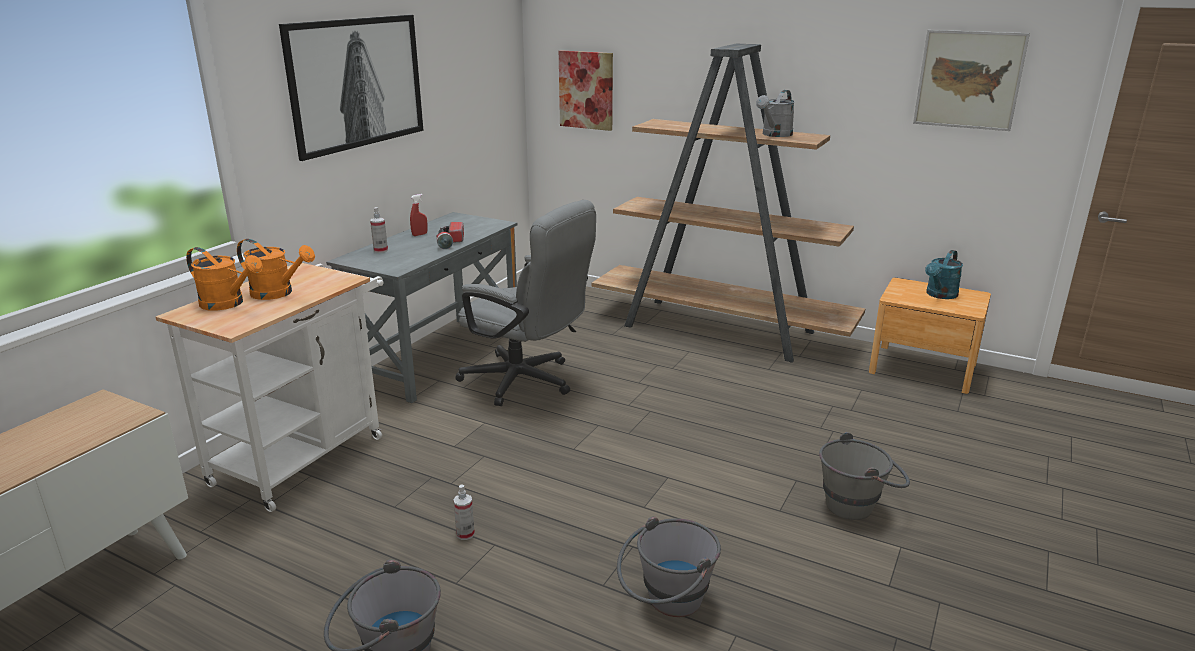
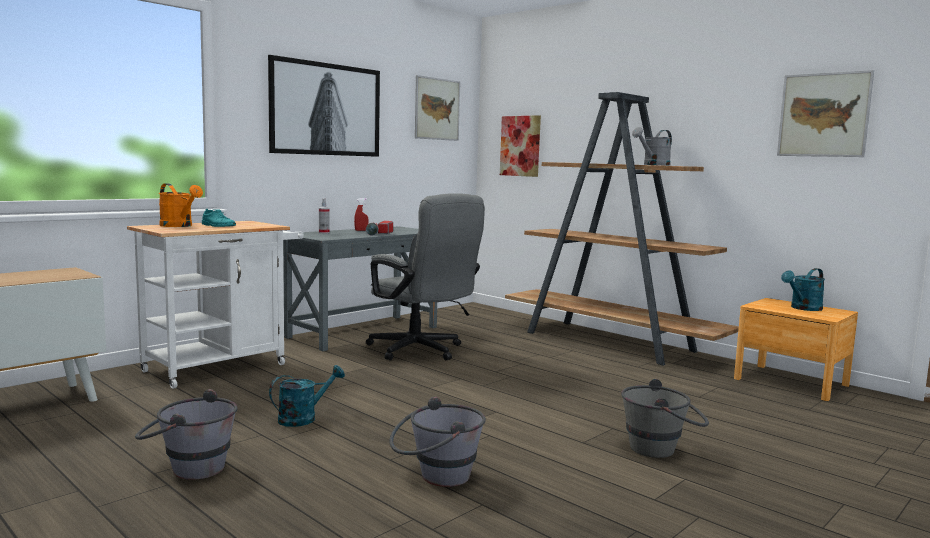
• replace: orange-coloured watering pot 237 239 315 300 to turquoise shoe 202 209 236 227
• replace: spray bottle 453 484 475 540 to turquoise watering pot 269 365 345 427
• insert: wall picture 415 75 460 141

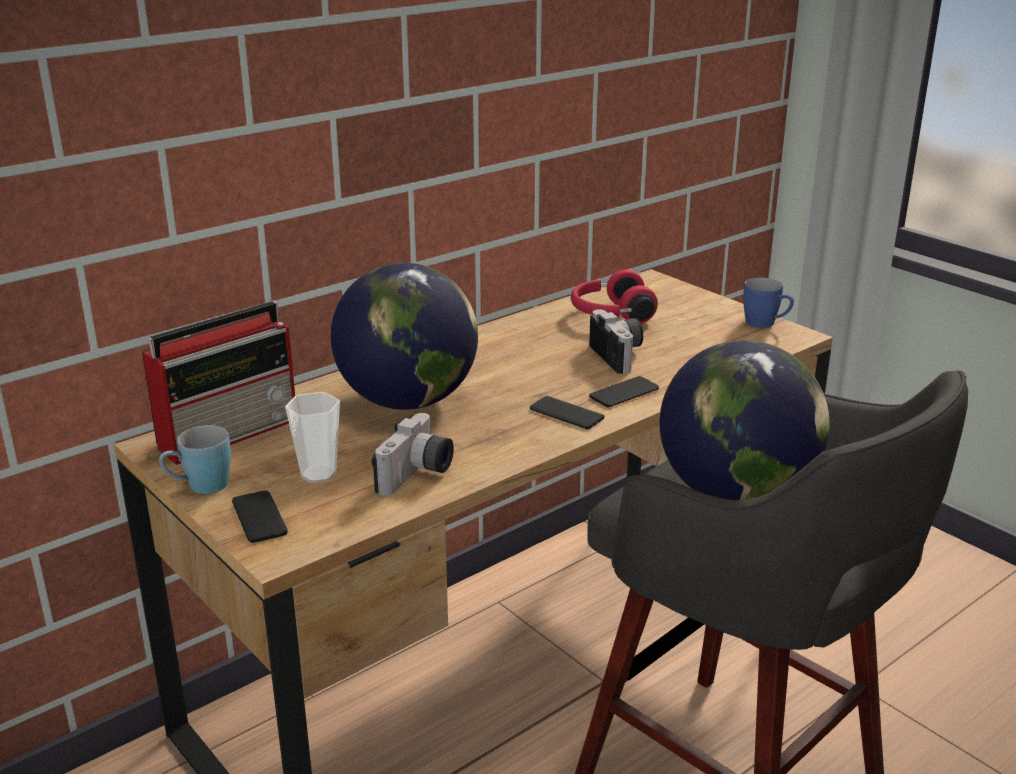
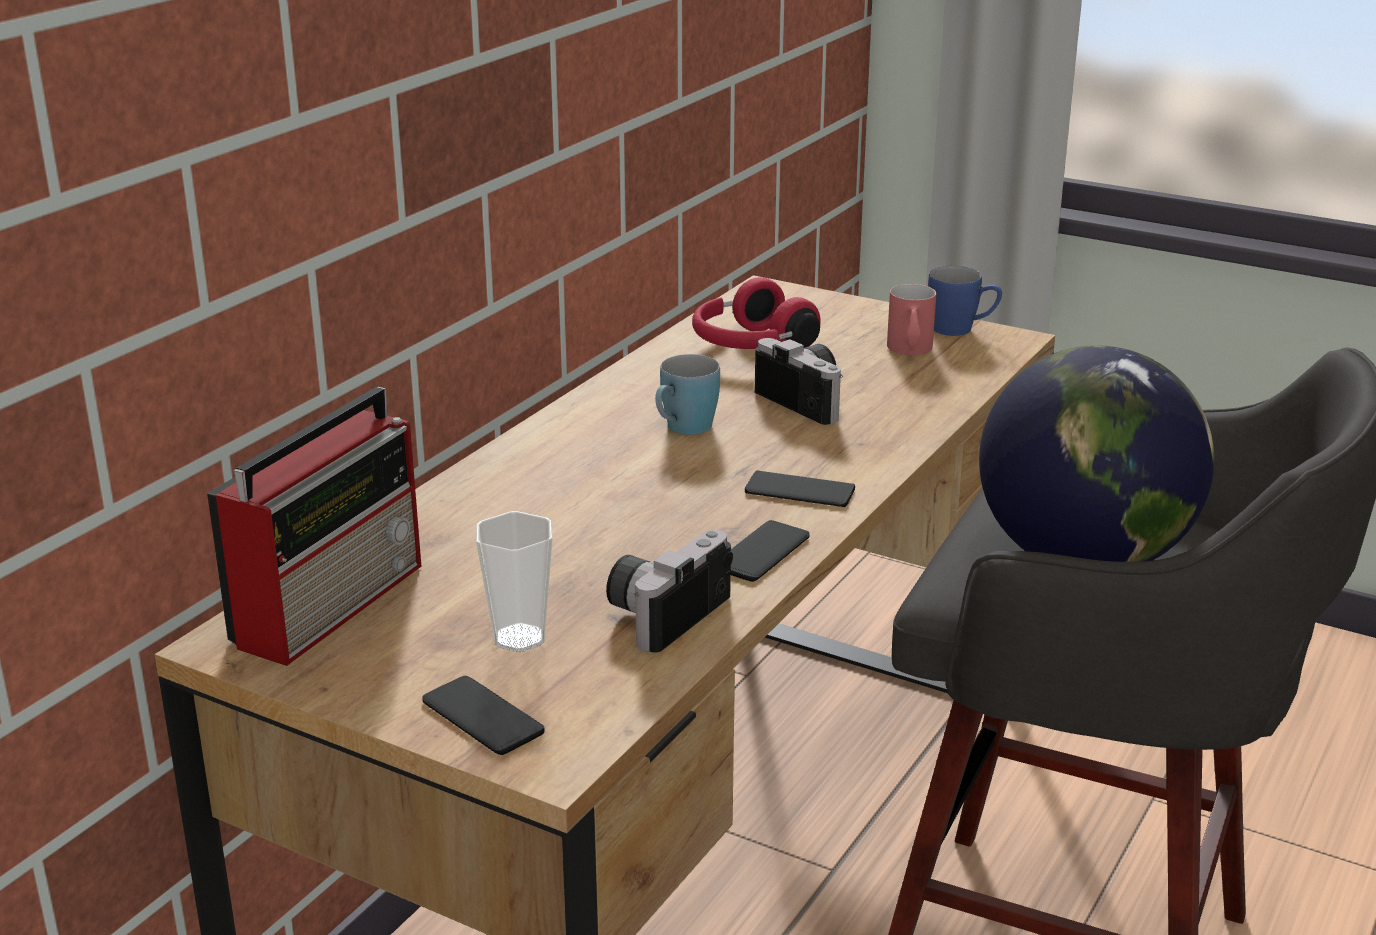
• move: blue-coloured mug 159 425 231 494 to 655 354 720 435
• delete: globe 331 263 478 410
• rotate: photo camera 371 413 454 496 = 606 530 733 653 150 degrees counterclockwise
• move: telephone 589 376 659 407 to 731 520 810 582
• insert: red-coloured mug 887 284 936 355

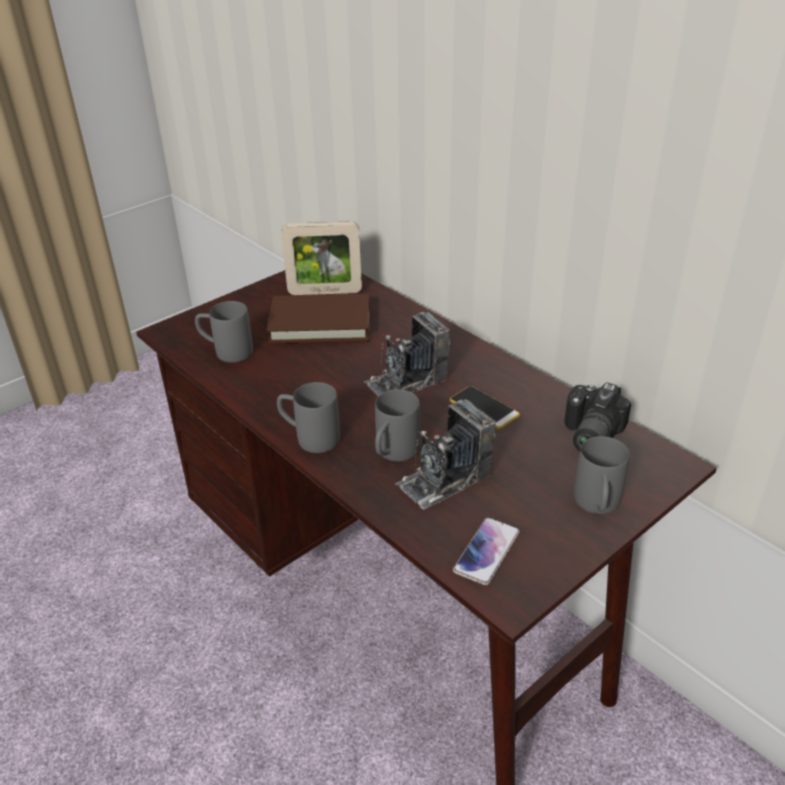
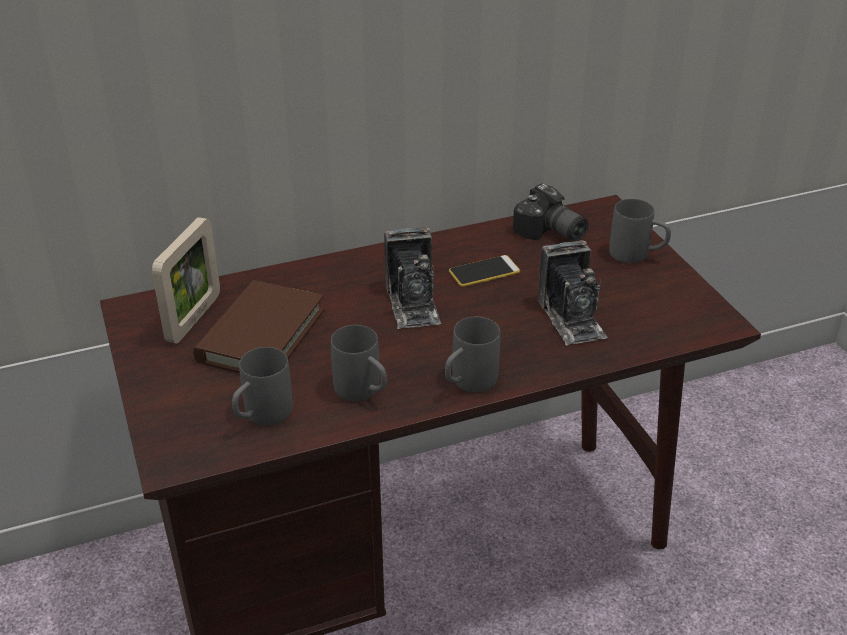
• move: gray mug 375 389 420 461 to 331 325 387 401
• delete: telephone 453 518 520 585

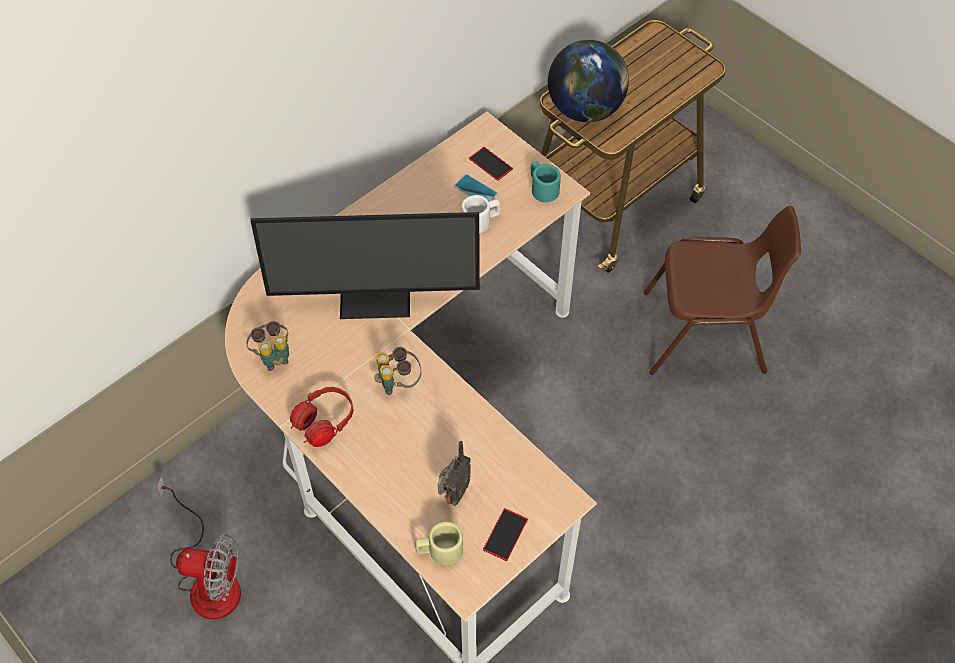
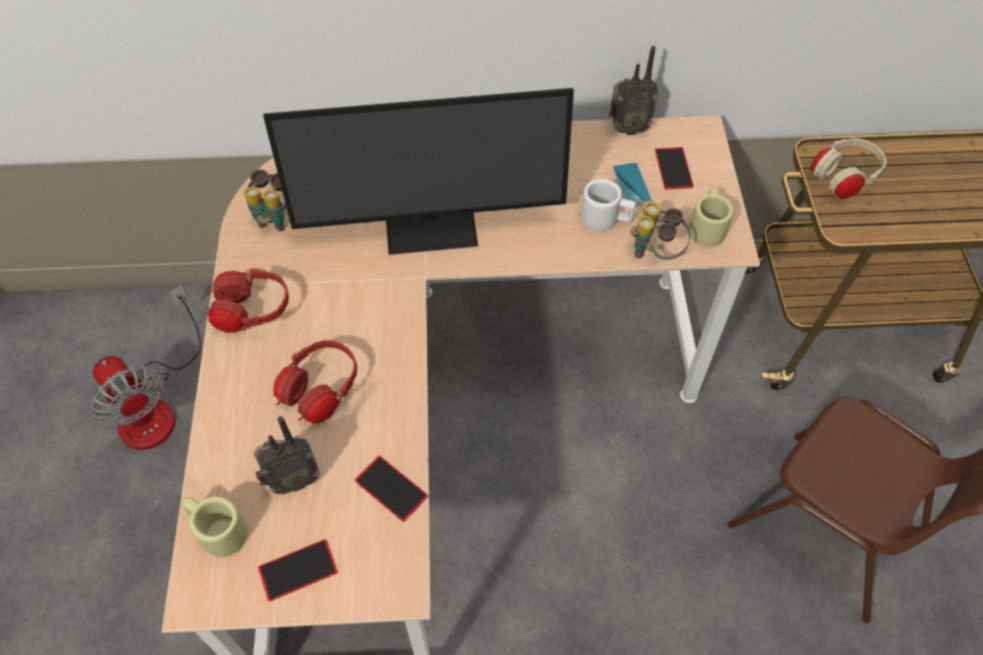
• rotate: computer screen 250 212 480 319 = 263 88 574 255 45 degrees counterclockwise
• move: field glasses 374 347 421 395 to 631 201 691 260
• recolor: turquoise mug 531 161 561 203 to beige mug 689 187 733 246
• replace: globe 548 40 629 122 to beige pair of headphones 811 138 887 199
• insert: red-coloured pair of headphones 273 340 357 424
• insert: telephone 355 456 428 522
• insert: radio receiver 609 46 658 135

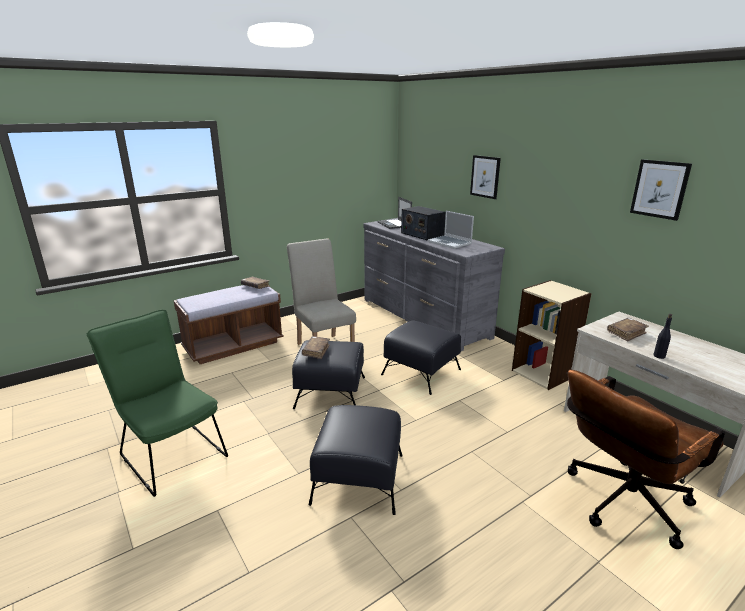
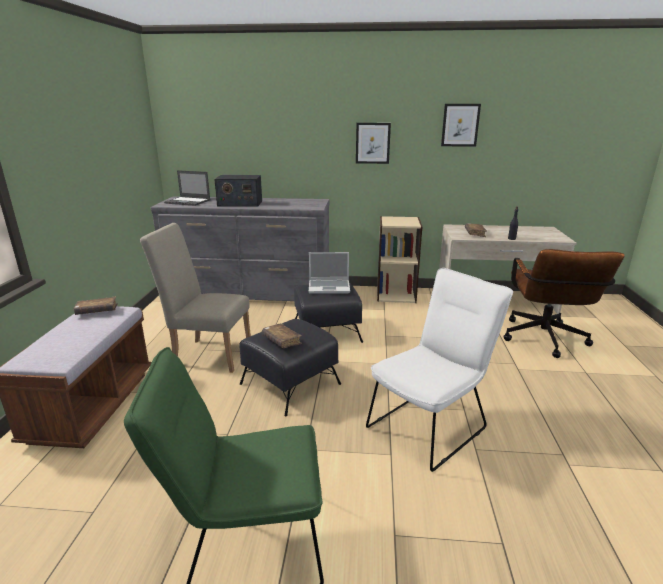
• replace: blackish ottoman 309 405 403 515 to white chair 366 268 513 472
• move: portable computer 428 211 474 249 to 309 252 350 294
• move: wall picture 470 155 501 199 to 356 123 391 164

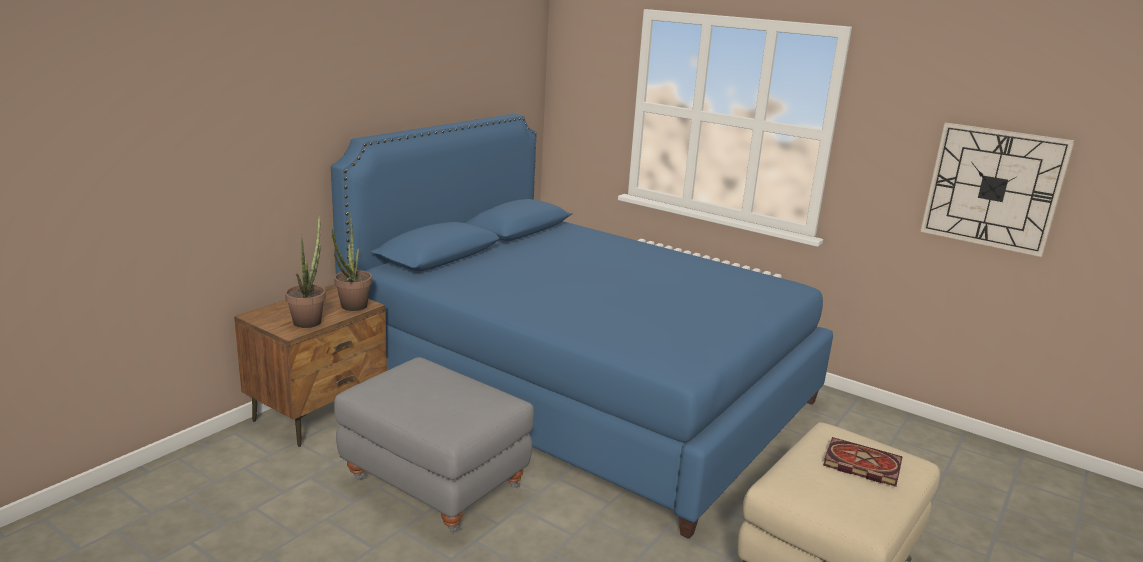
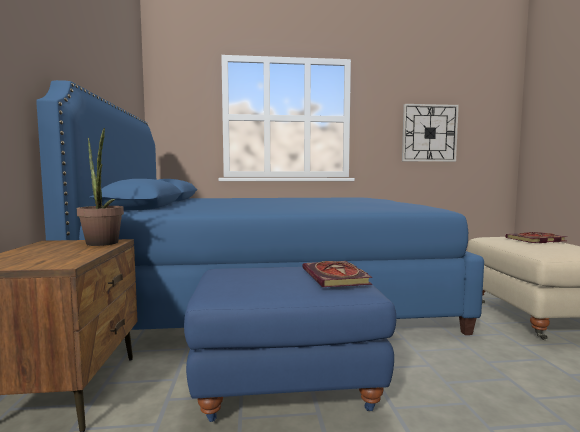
• delete: potted plant 285 214 326 328
• recolor: gray ottoman 334 357 534 533 to blue-coloured ottoman 184 267 396 422
• insert: book 303 261 372 287

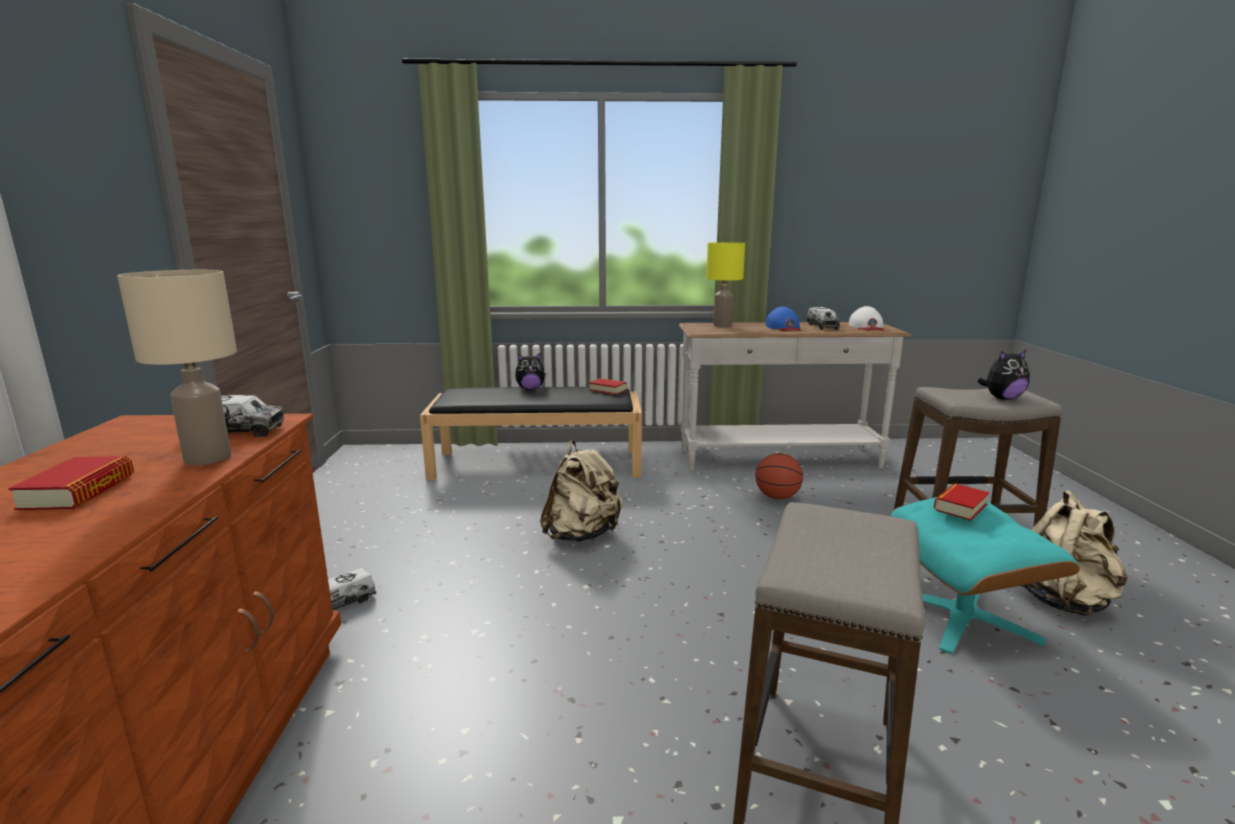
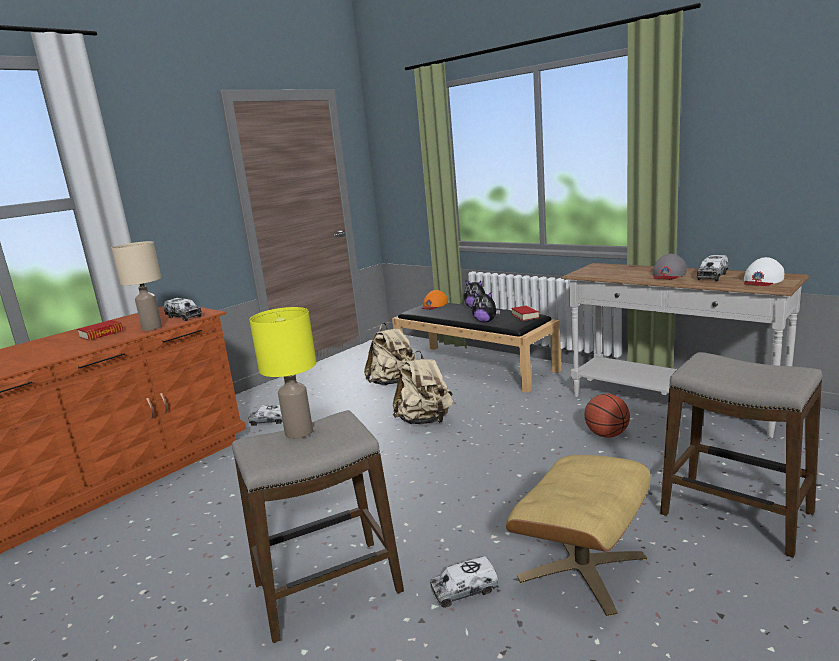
• move: yellow-coloured table lamp 706 242 745 327 to 249 307 316 439
• recolor: blue-coloured cap 766 307 801 331 to gray cap 652 254 687 279
• recolor: turquoise ottoman 890 497 1080 654 to beige ottoman 506 455 651 616
• delete: book 934 484 989 521
• move: plush toy 977 349 1030 400 to 472 292 500 323
• move: beige backpack 1021 490 1128 616 to 364 323 417 385
• insert: orange-coloured cap 421 290 448 309
• insert: toy truck 430 556 499 608

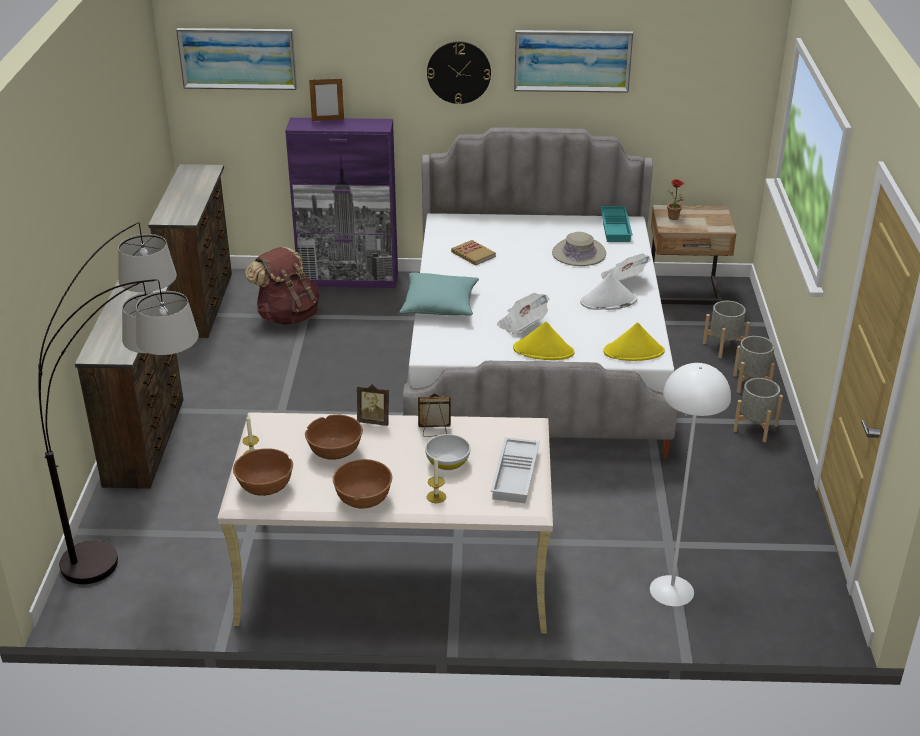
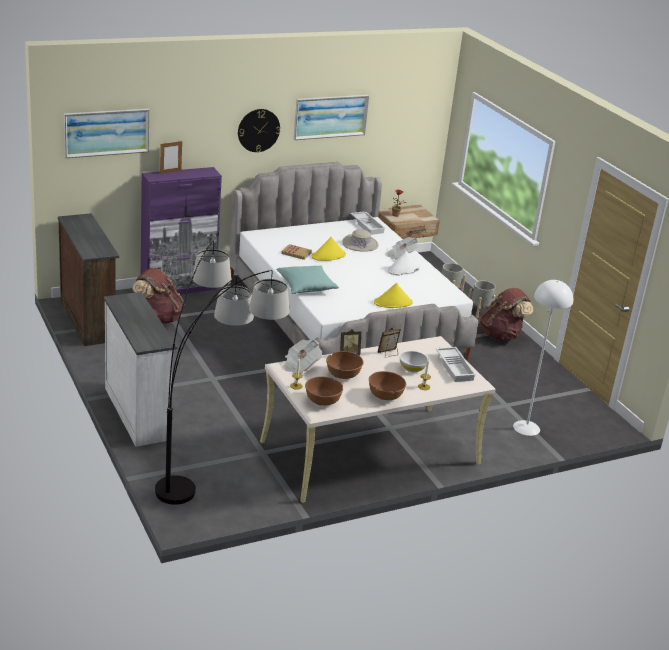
• recolor: brown chest of drawers 75 281 183 489 to white chest of drawers 104 292 177 447
• move: daily paper 497 293 550 334 to 281 340 322 374
• recolor: turquoise carrying tray 600 206 633 242 to white carrying tray 350 212 386 235
• move: yellow-coloured hat 603 322 665 361 to 312 237 346 261
• replace: gray planter 733 378 783 442 to brown backpack 480 288 533 340

